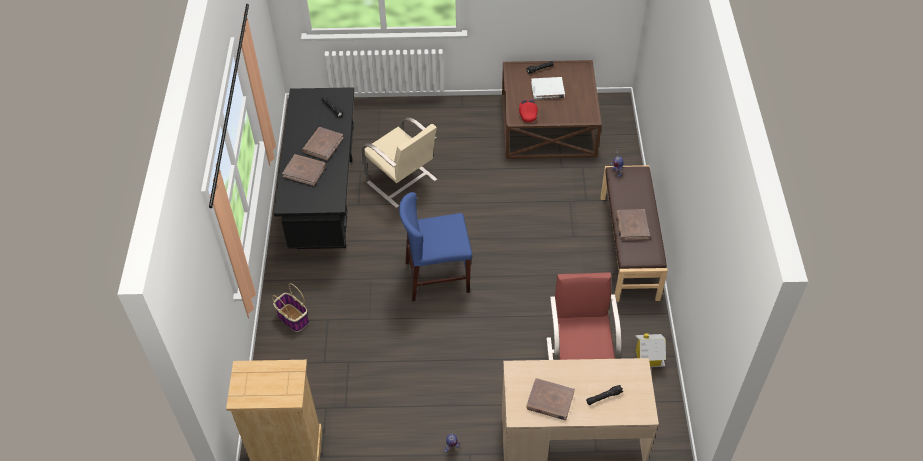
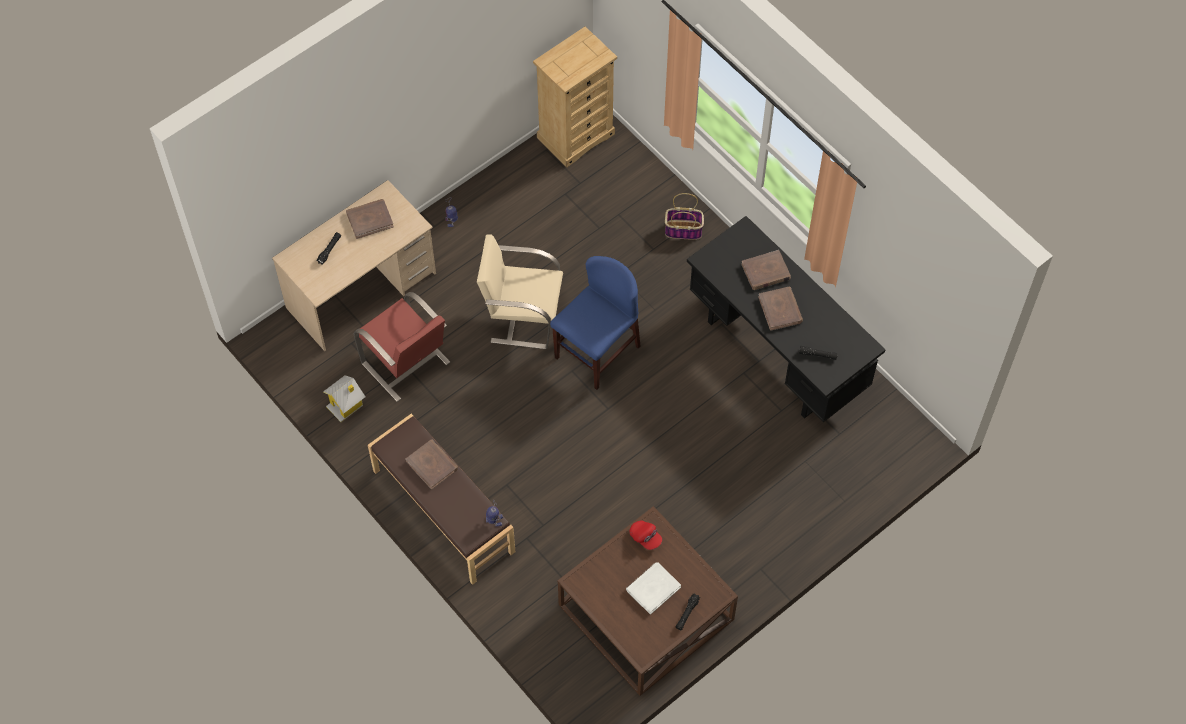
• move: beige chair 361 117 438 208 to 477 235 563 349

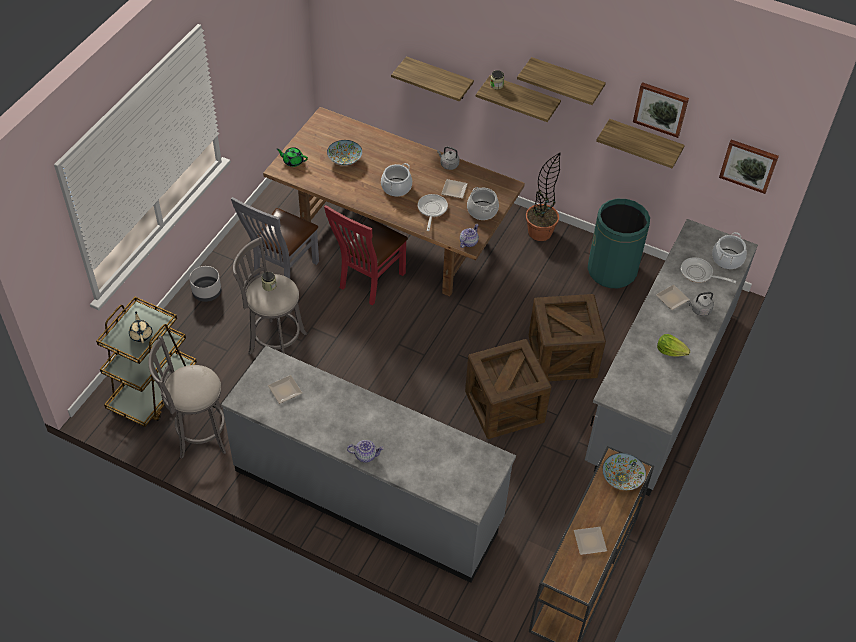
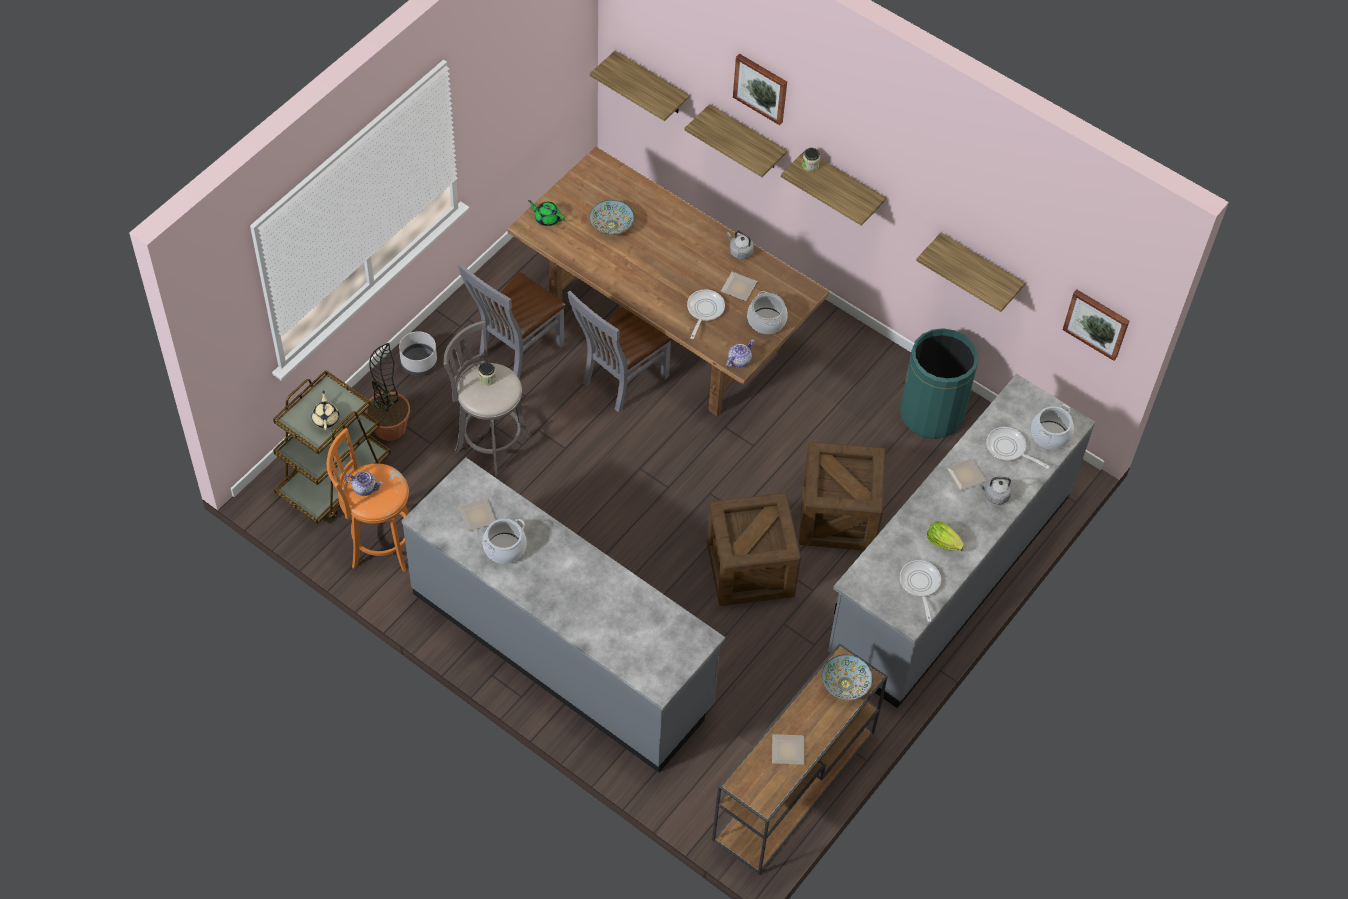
• recolor: gray stool seat 148 336 226 459 to orange-coloured stool seat 327 428 409 572
• recolor: red-coloured chair 324 205 408 305 to gray chair 567 291 672 413
• move: pot for tea 347 440 384 463 to 344 471 383 496
• move: saucepot 381 163 412 197 to 483 519 527 564
• move: bracket shelf 517 57 606 105 to 590 51 690 121
• move: potted plant 526 152 561 241 to 365 343 410 441
• move: wall picture 633 82 689 138 to 733 54 787 125
• insert: frying pan 900 560 941 622

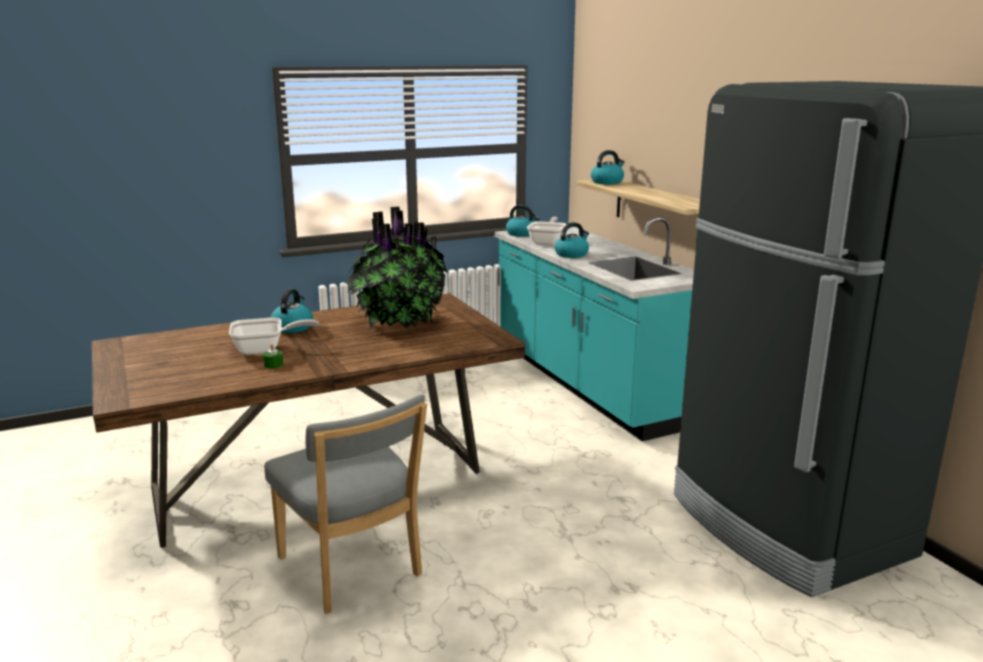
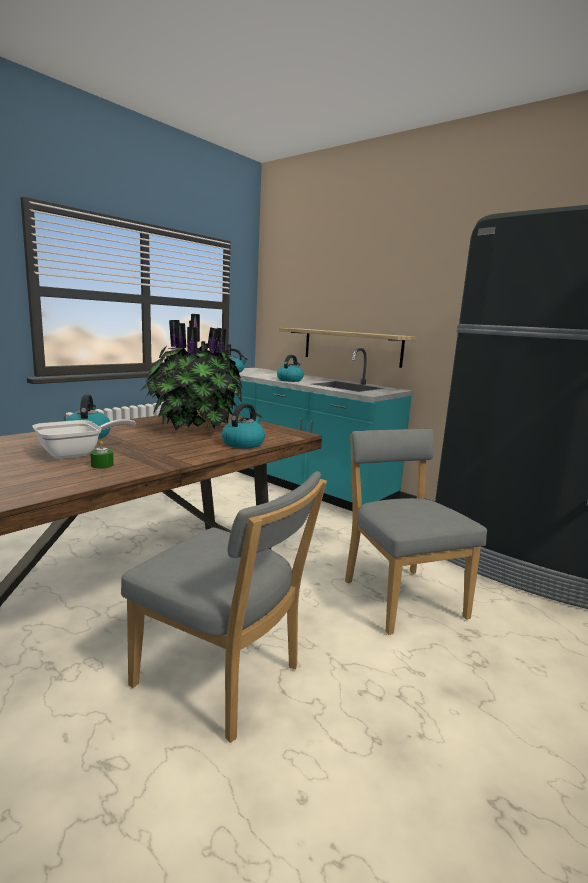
• delete: frying pan 527 217 566 245
• move: tea kettle 591 150 624 184 to 222 403 265 448
• insert: gray chair 345 429 487 635

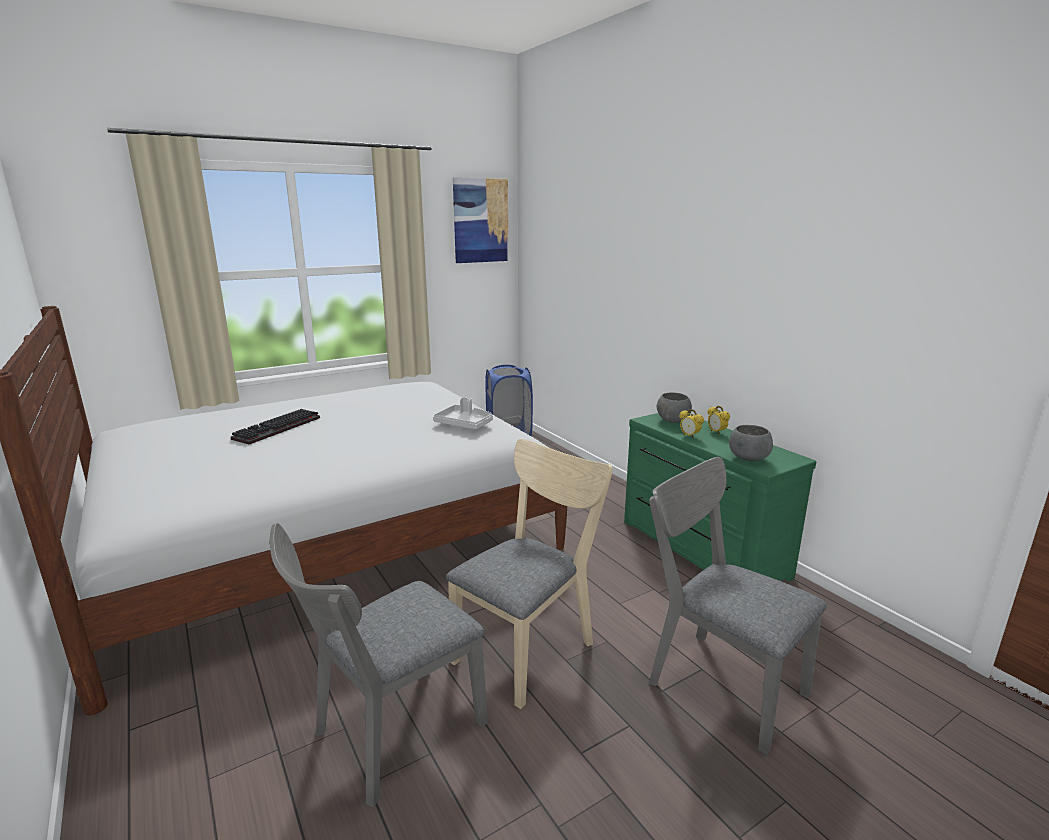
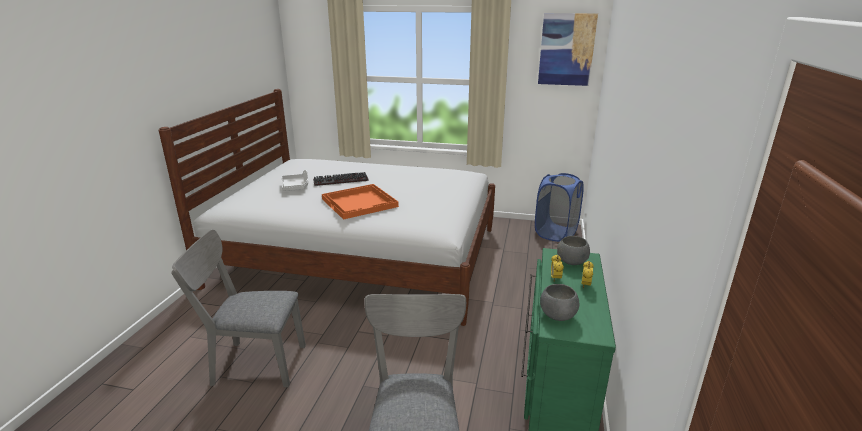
• move: gray carrying tray 433 397 493 429 to 281 170 308 191
• delete: beige chair 446 439 613 709
• insert: orange-coloured carrying tray 322 184 399 220

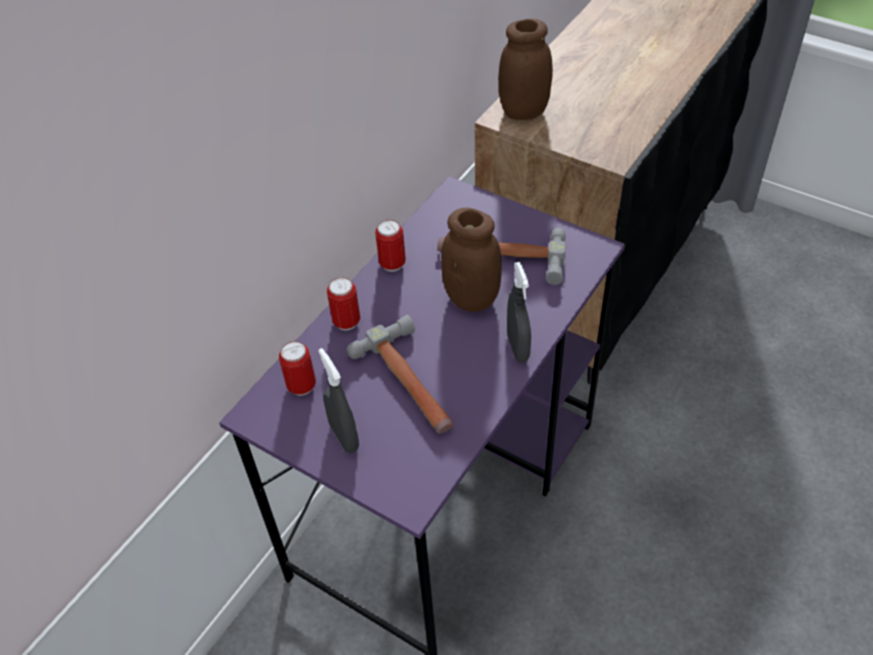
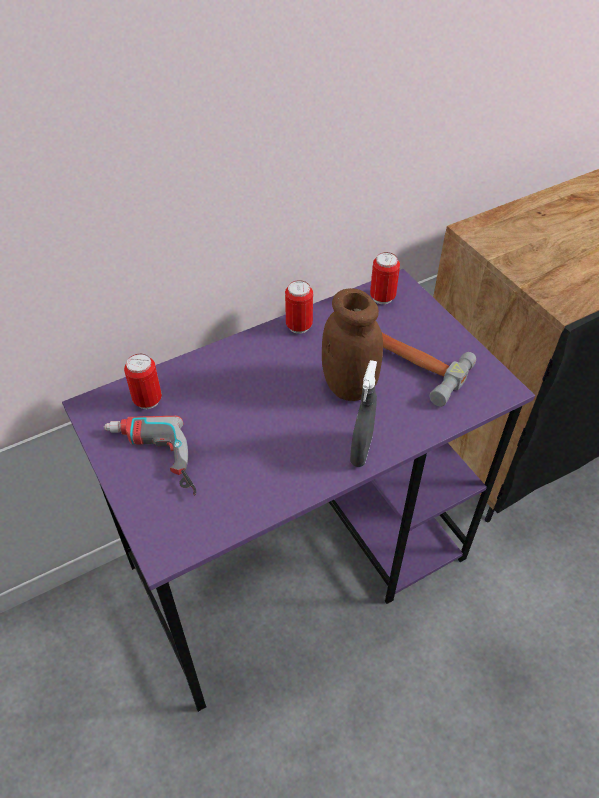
• replace: gray spray bottle 318 348 359 453 to drill 104 416 196 496
• move: metal can 327 277 360 331 to 370 252 400 304
• delete: hammer 347 315 454 434
• delete: brown storage jar 498 19 553 120

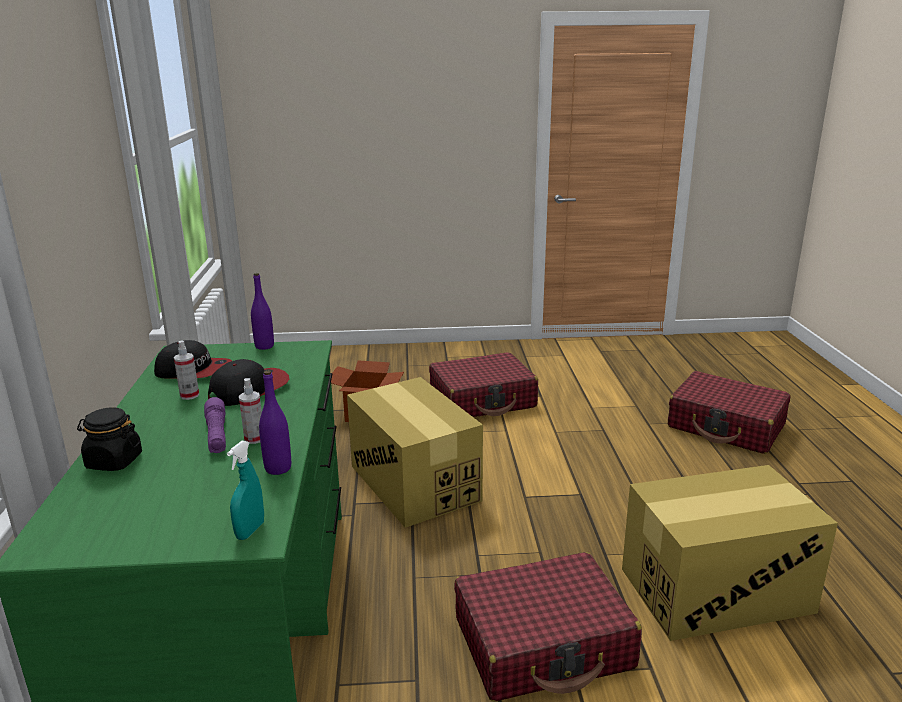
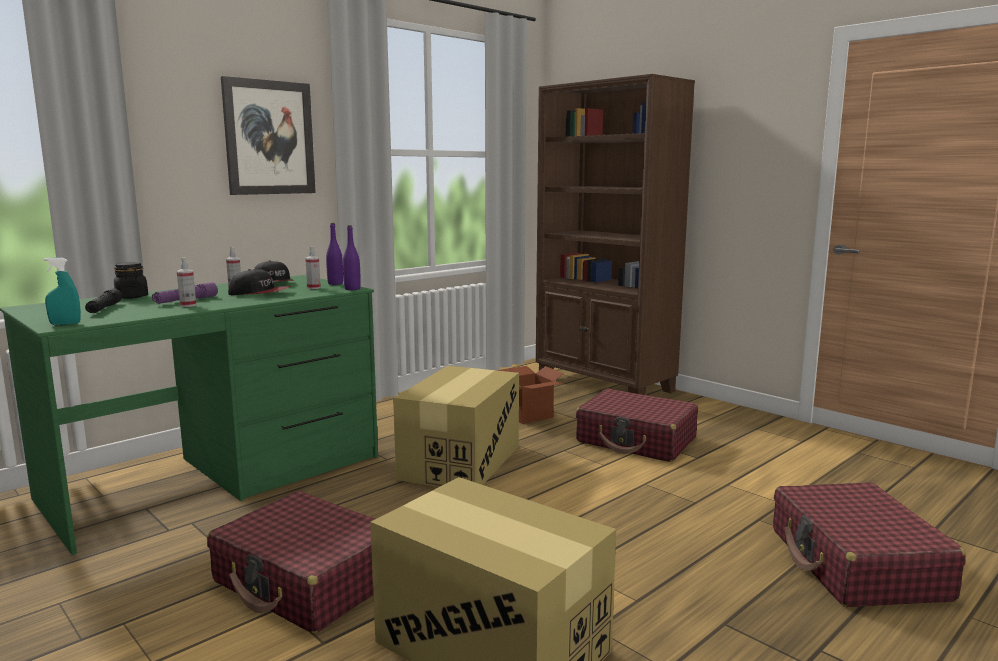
• move: purplish beverage bottle 259 370 291 475 to 343 225 361 290
• insert: blackish torch 85 288 122 313
• insert: wall picture 221 76 316 195
• insert: spray bottle 305 246 321 289
• insert: brown bookshelf 536 74 695 395

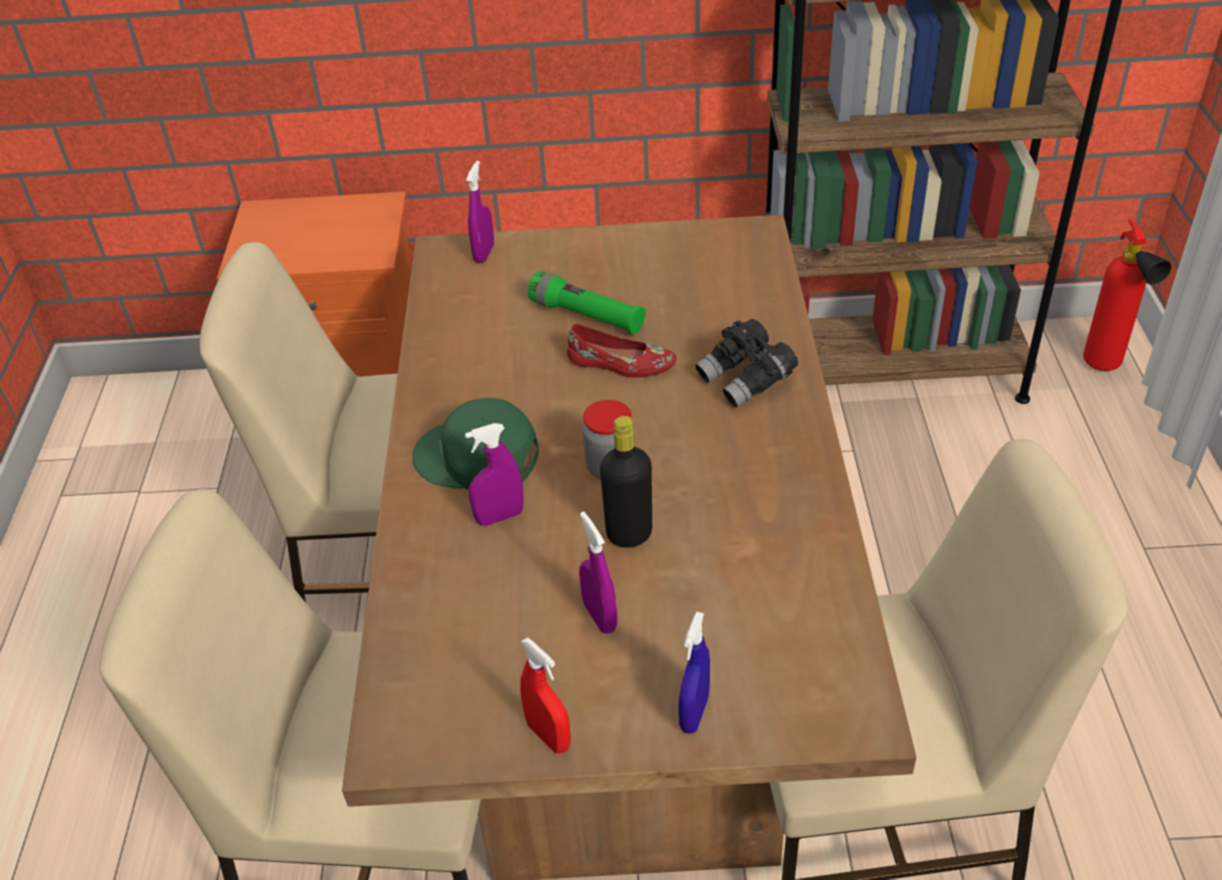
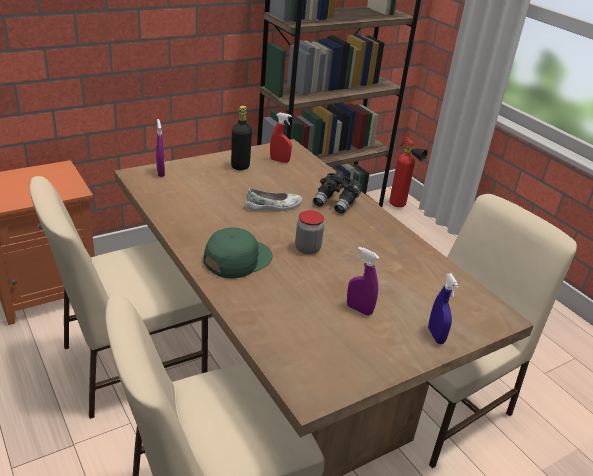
• rotate: green cap 412 398 539 490 = 204 227 272 278 150 degrees clockwise
• delete: purplish spray bottle 465 423 524 526
• move: red-coloured spray bottle 520 638 571 753 to 270 113 292 163
• delete: green torch 528 271 646 334
• recolor: red-coloured shoe 567 324 677 378 to white shoe 245 188 302 211
• move: blackish beverage bottle 600 416 652 548 to 231 106 252 170

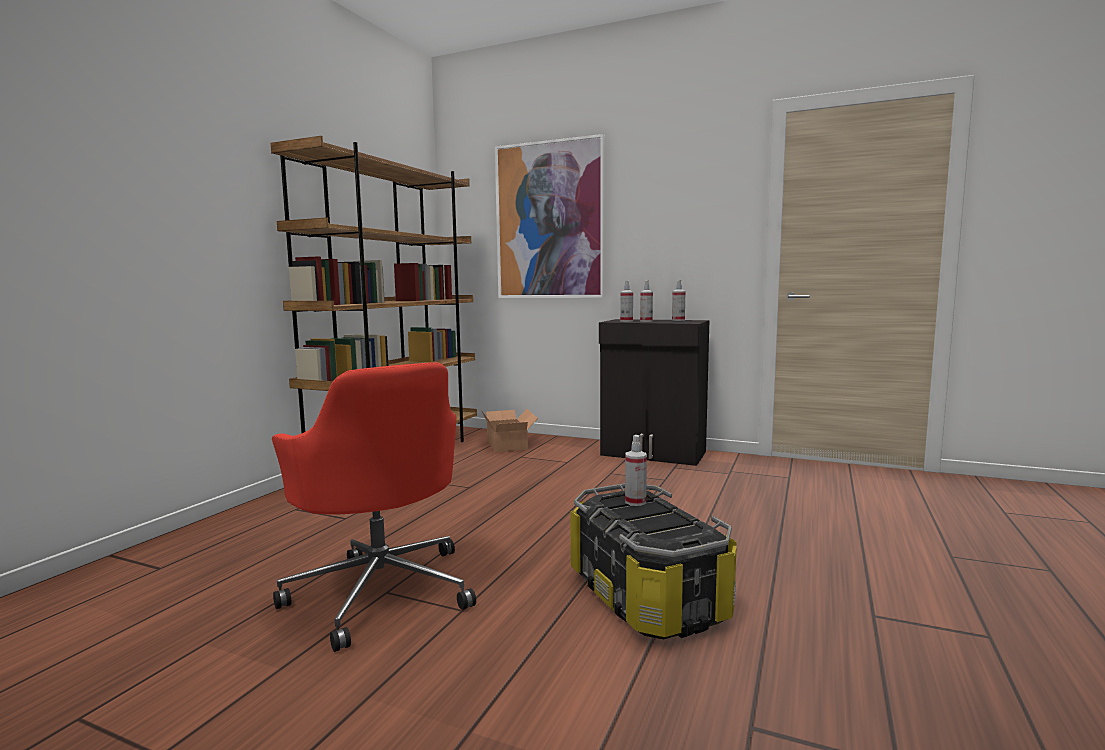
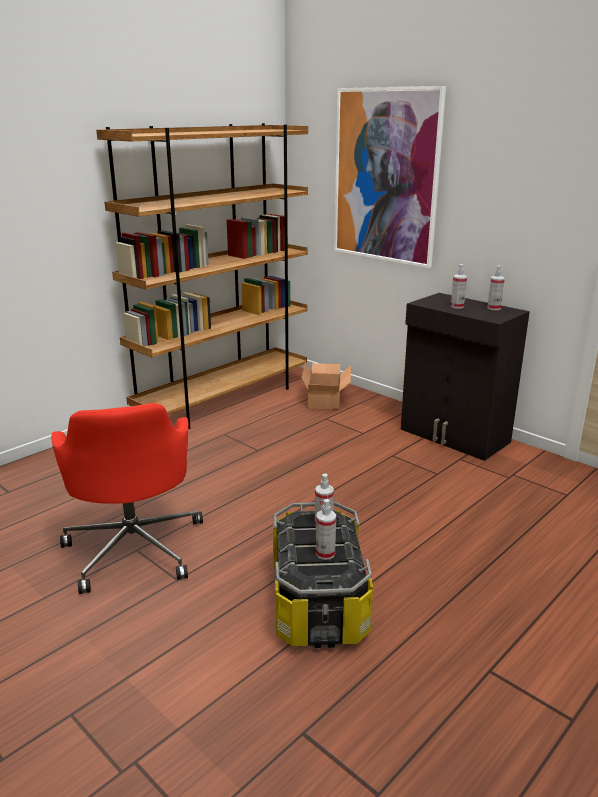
• move: spray bottle 620 281 633 322 to 316 499 336 560

